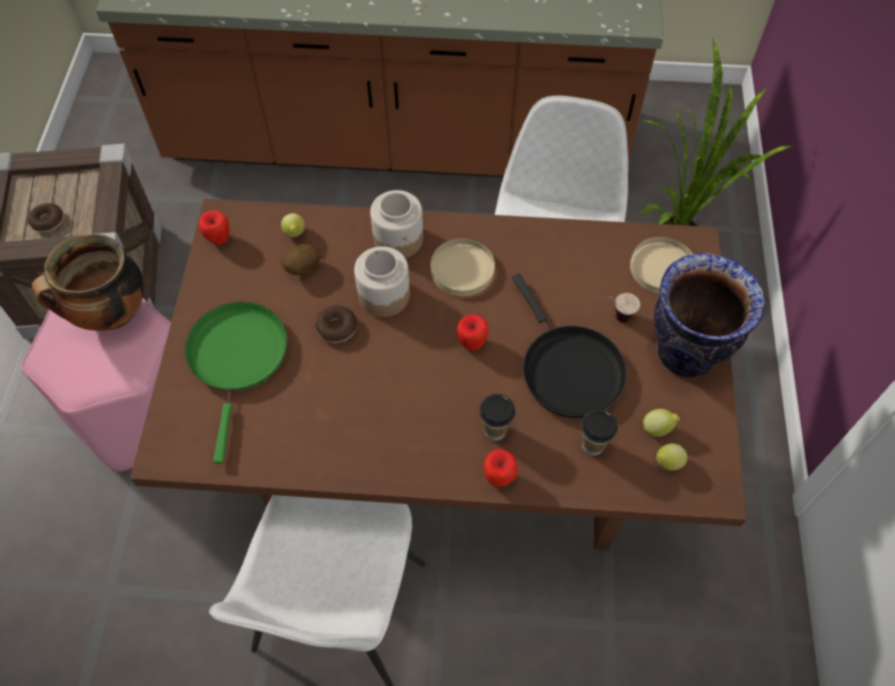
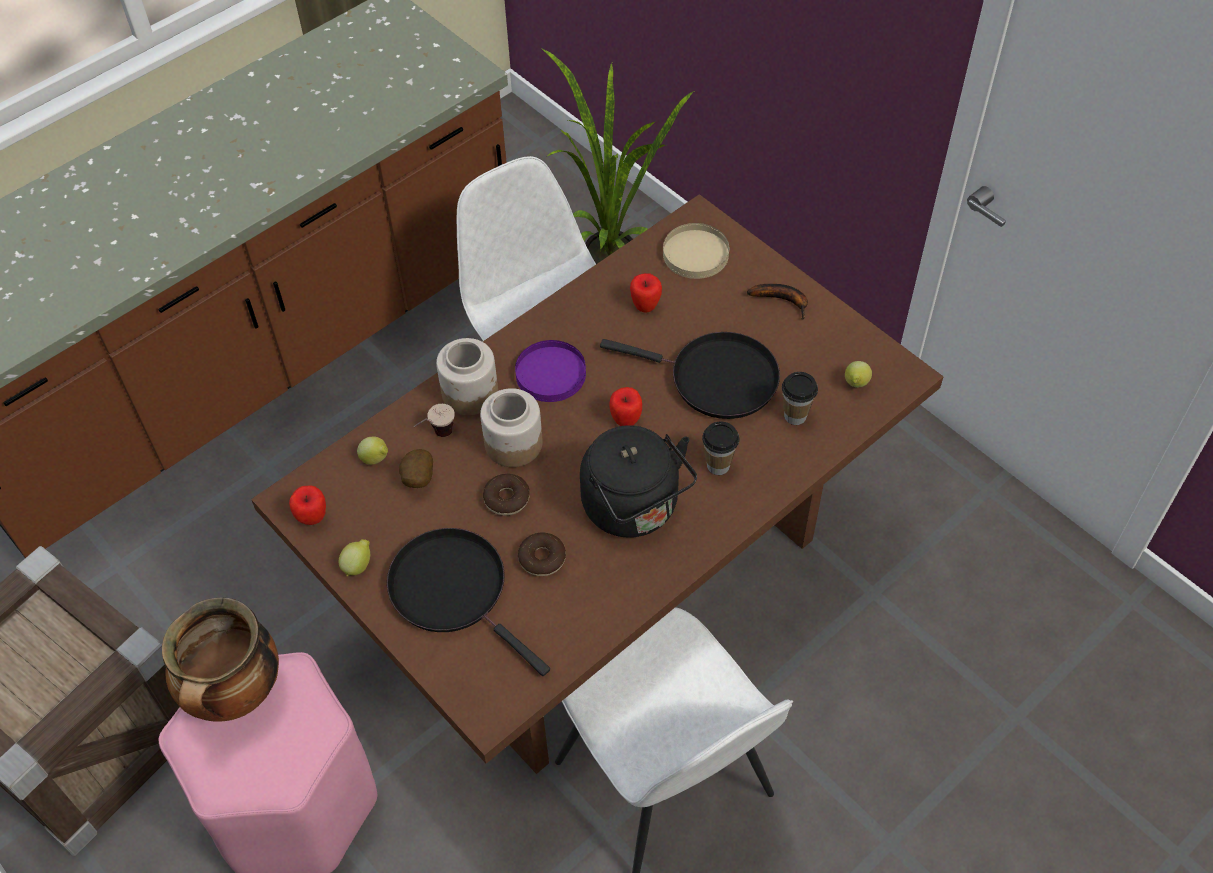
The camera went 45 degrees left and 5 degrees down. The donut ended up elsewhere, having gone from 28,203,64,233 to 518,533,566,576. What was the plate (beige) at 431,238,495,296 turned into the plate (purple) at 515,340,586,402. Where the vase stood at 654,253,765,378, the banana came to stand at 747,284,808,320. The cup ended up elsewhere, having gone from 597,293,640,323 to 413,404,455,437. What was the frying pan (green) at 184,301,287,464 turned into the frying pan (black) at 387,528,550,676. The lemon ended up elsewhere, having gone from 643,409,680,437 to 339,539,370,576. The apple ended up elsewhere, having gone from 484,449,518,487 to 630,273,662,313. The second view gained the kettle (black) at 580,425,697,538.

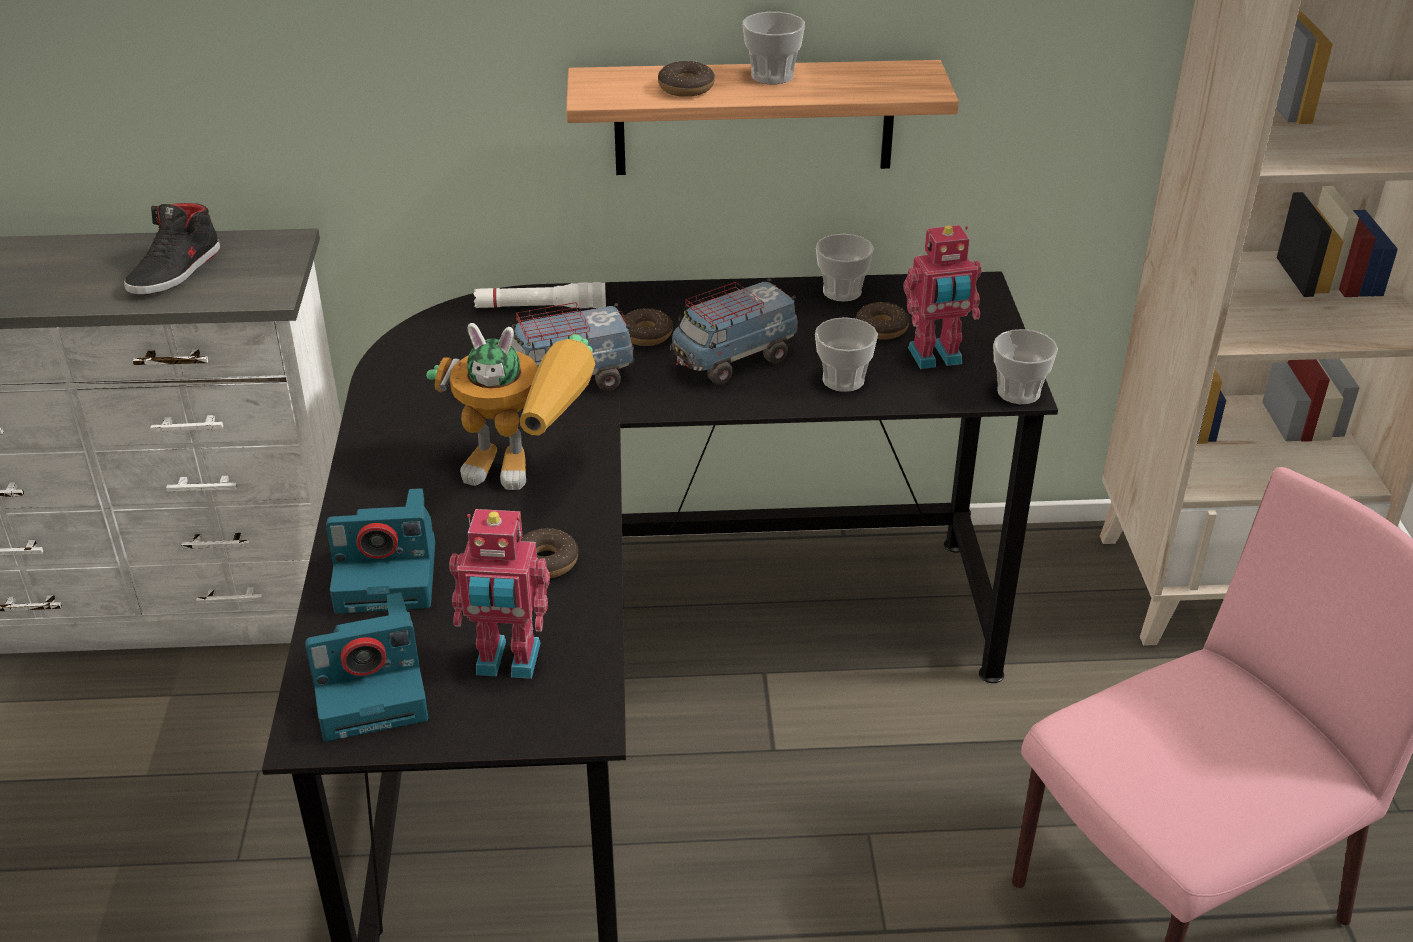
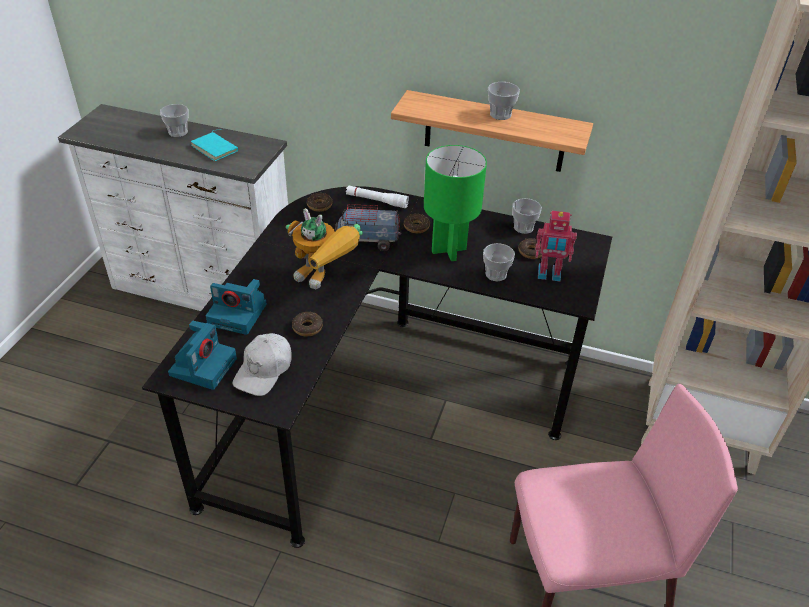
The camera went 20 degrees right and 5 degrees up. The donut ended up elsewhere, having gone from 658,61,715,97 to 307,193,333,212. Where the shoe (black) stood at 124,203,220,295, the book (turquoise) came to stand at 191,130,238,161. Where the toy truck stood at 670,278,798,385, the table lamp (green) came to stand at 424,145,487,261. The cup ended up elsewhere, having gone from 993,329,1058,404 to 160,104,189,137. Where the toy robot stood at 449,509,550,679, the cap (white) came to stand at 232,333,292,396. The photo camera at 305,592,428,741 ended up facing another way, 75 degrees counterclockwise from before.

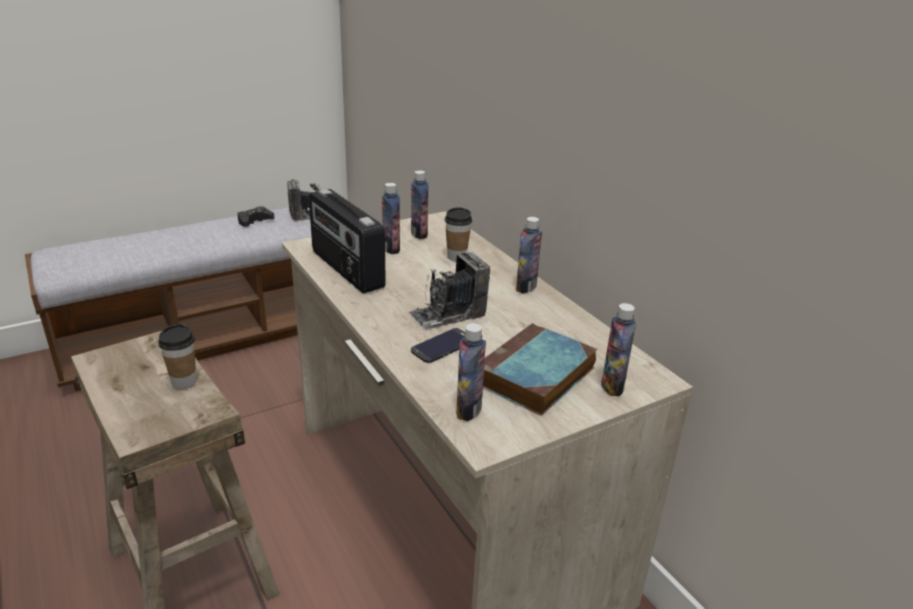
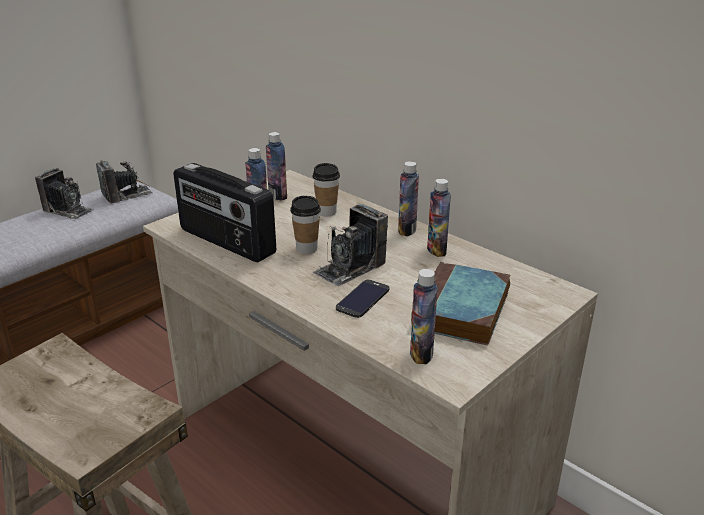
The camera went 15 degrees left and 0 degrees up. Where the game controller (black) stood at 237,206,274,227, the photo camera came to stand at 35,168,93,220. The bottle ended up elsewhere, having gone from 601,303,636,396 to 427,179,451,257. The cup ended up elsewhere, having gone from 158,324,196,389 to 290,196,321,254.

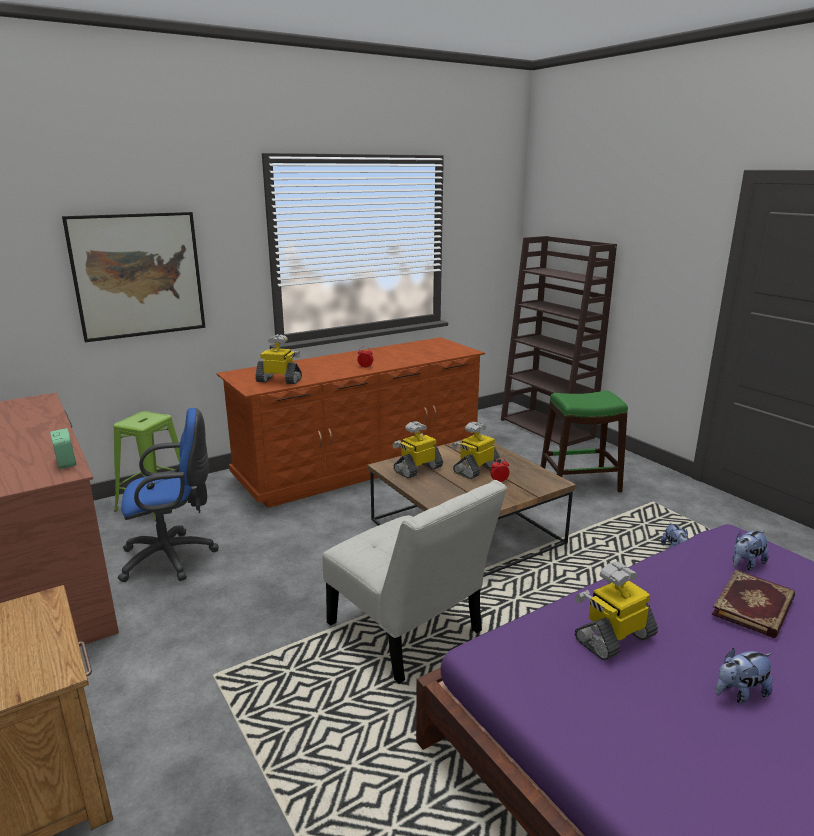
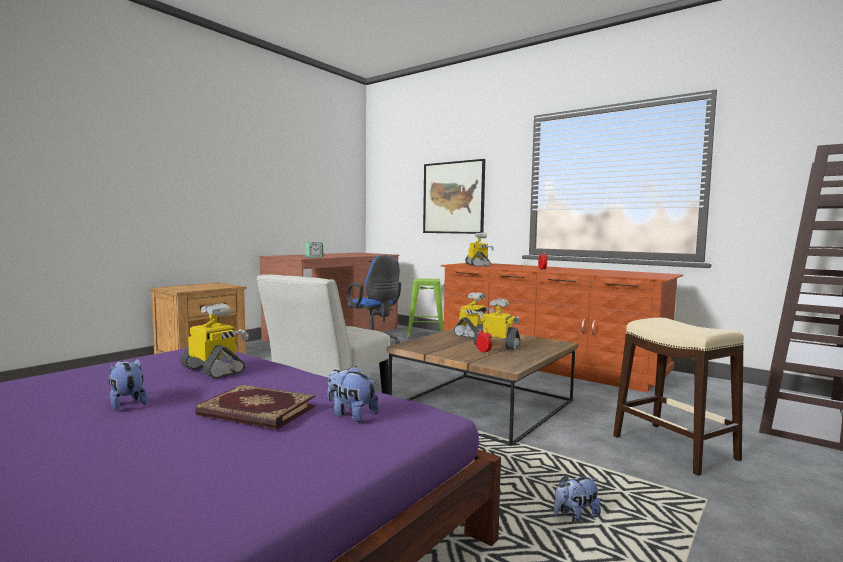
The camera went 70 degrees right and 15 degrees down. What was the stool (green) at 541,391,628,492 turned into the stool (beige) at 613,318,744,476. The toy robot at 393,421,443,478 ended up facing another way, 90 degrees clockwise from before.

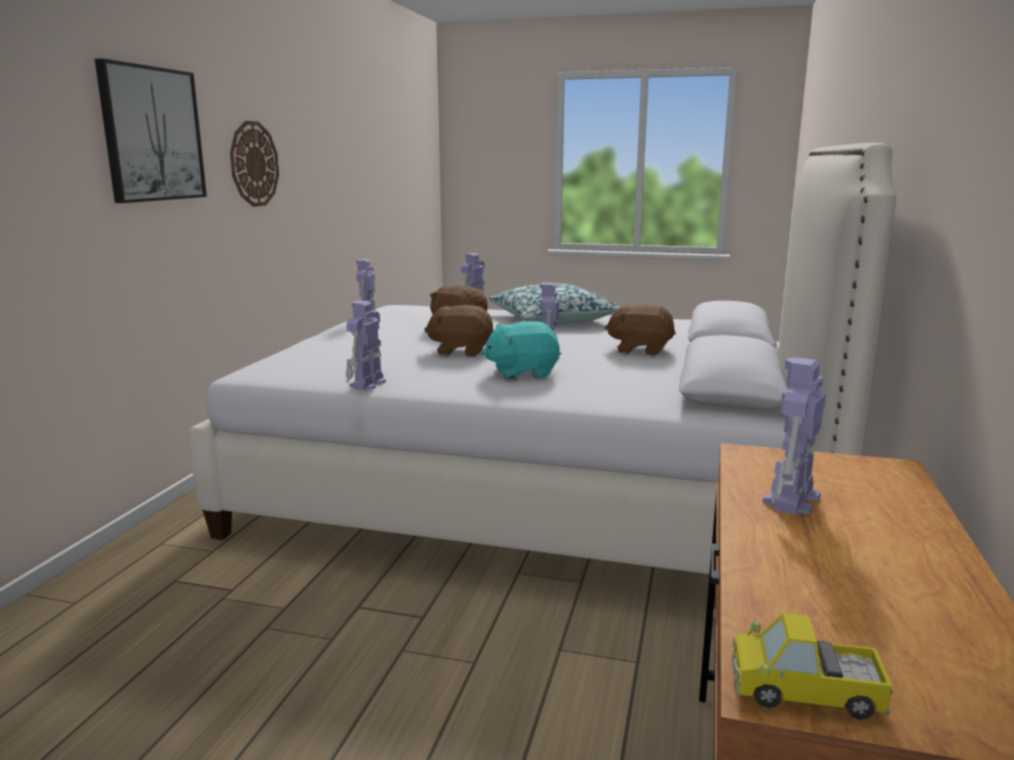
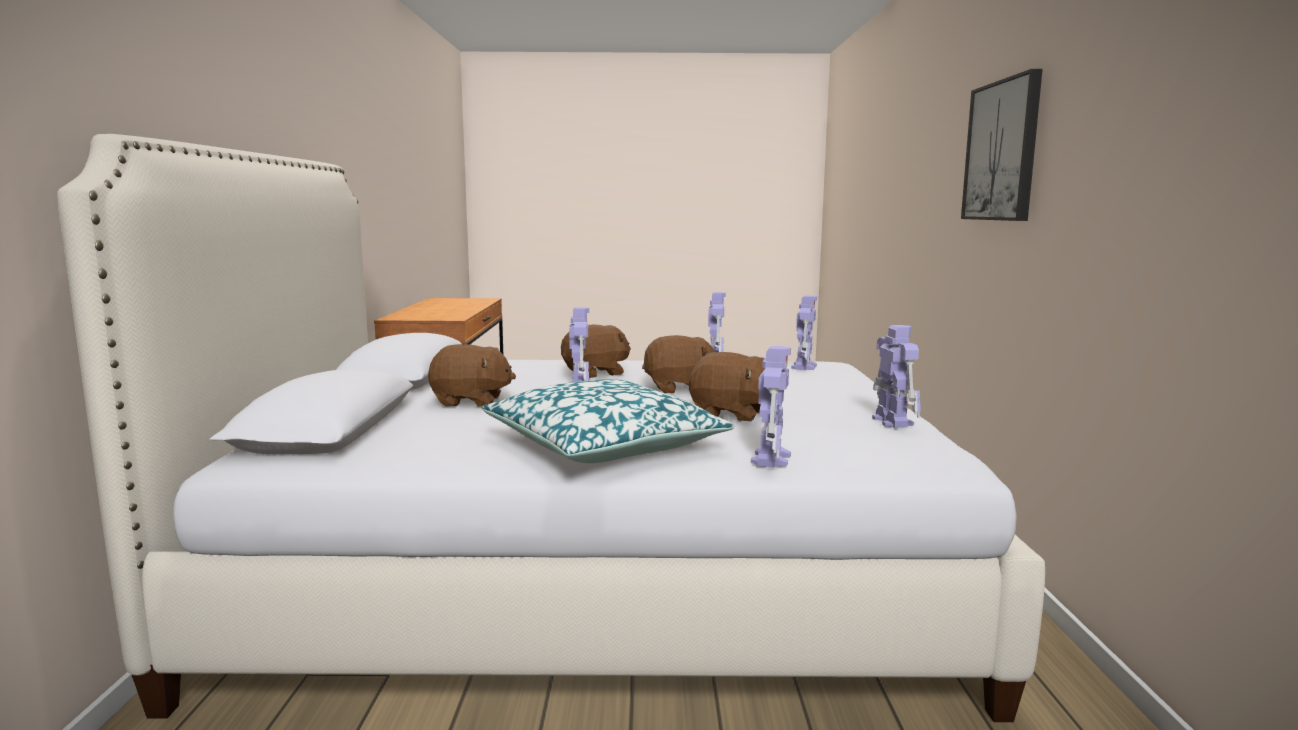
The camera went 165 degrees right and 5 degrees down. The second view lost the wall clock at 230,121,279,207. What was the plush toy (turquoise) at 481,321,560,379 turned into the plush toy (brown) at 561,324,631,378. The toy robot ended up elsewhere, having gone from 763,358,826,515 to 791,295,817,370. The second view lost the toy truck at 732,613,894,720.

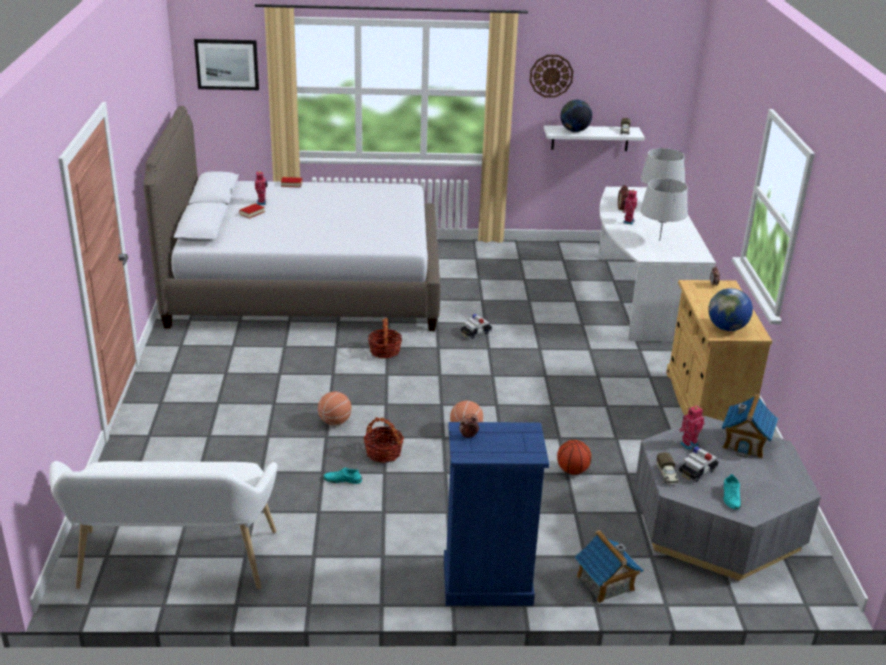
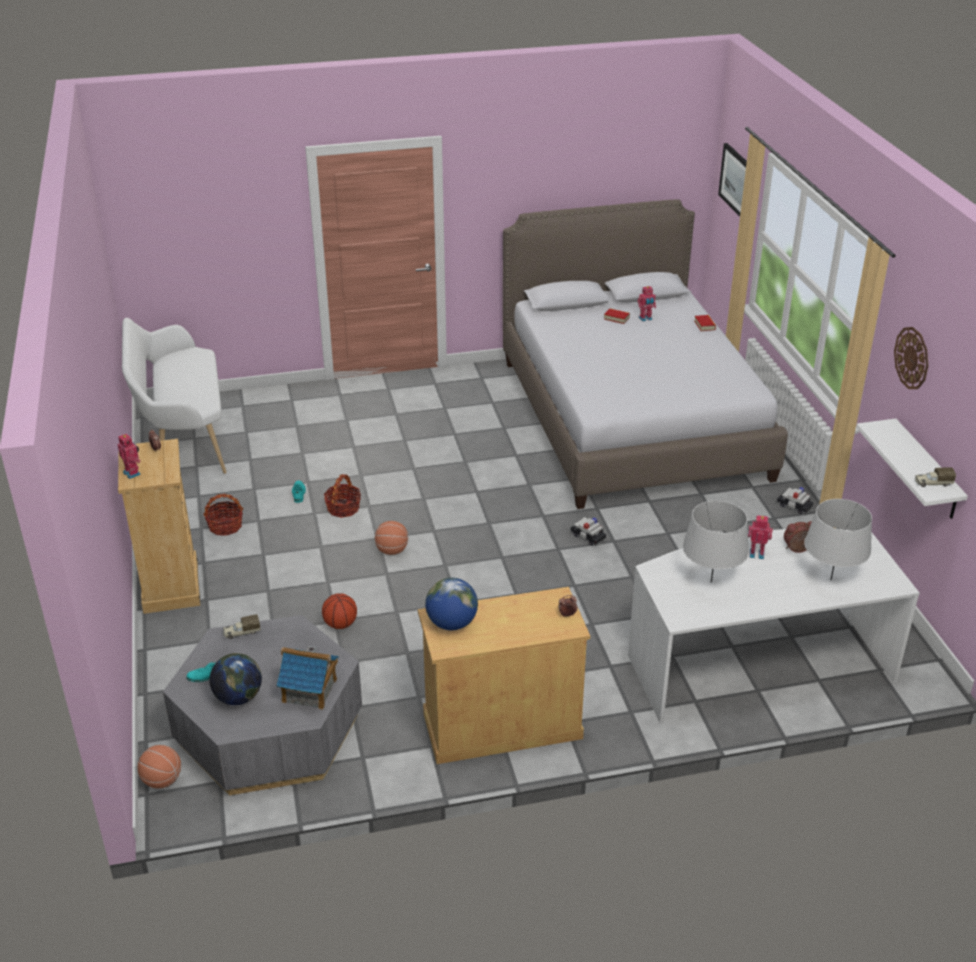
The camera went 80 degrees right and 5 degrees up. The globe ended up elsewhere, having gone from 560,100,592,132 to 209,653,262,705. The basket ended up elsewhere, having gone from 368,318,402,359 to 204,494,243,536. The basketball ended up elsewhere, having gone from 318,392,352,425 to 137,745,181,789. The toy robot ended up elsewhere, having gone from 679,406,705,450 to 118,433,141,479. What was the dresser (blue) at 444,422,549,606 turned into the dresser (beige) at 118,439,200,614. The toy car ended up elsewhere, having gone from 679,446,719,482 to 777,487,813,514. The second view lost the toy house at 575,530,643,603.

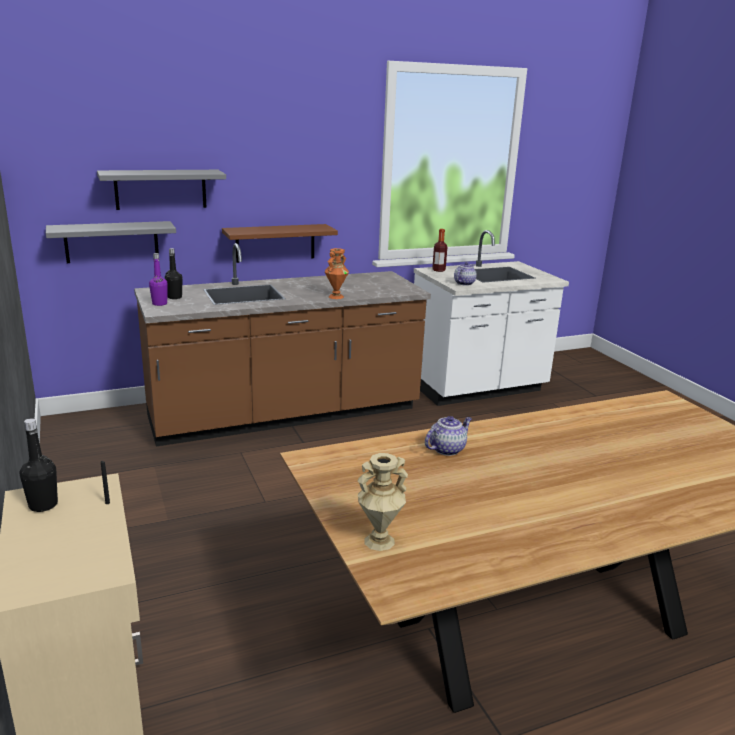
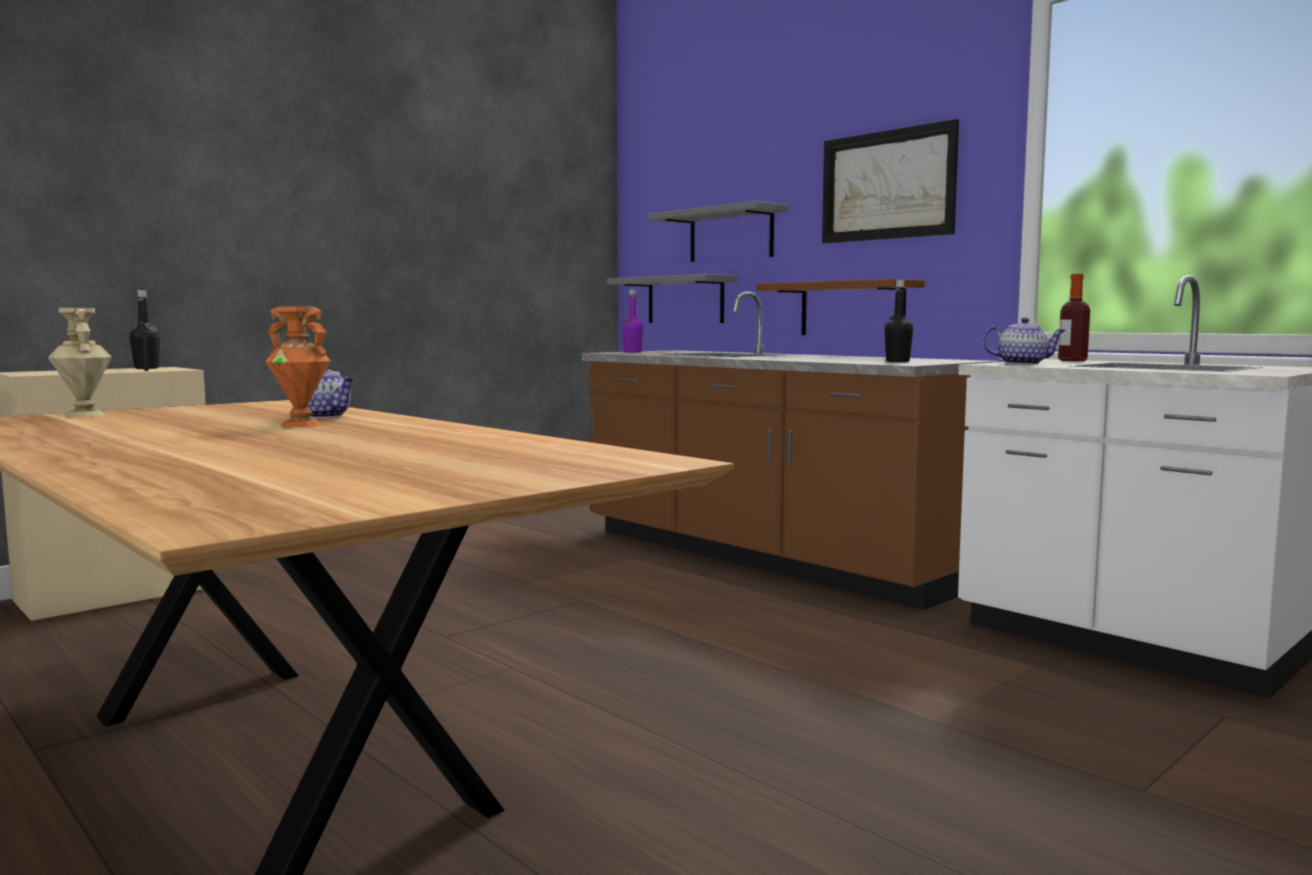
The camera went 70 degrees right and 15 degrees down. The bottle (black) ended up elsewhere, having gone from 165,248,183,299 to 884,280,913,362. The vase (orange) ended up elsewhere, having gone from 325,248,349,299 to 265,306,331,427. The second view gained the picture at 822,119,959,244.

